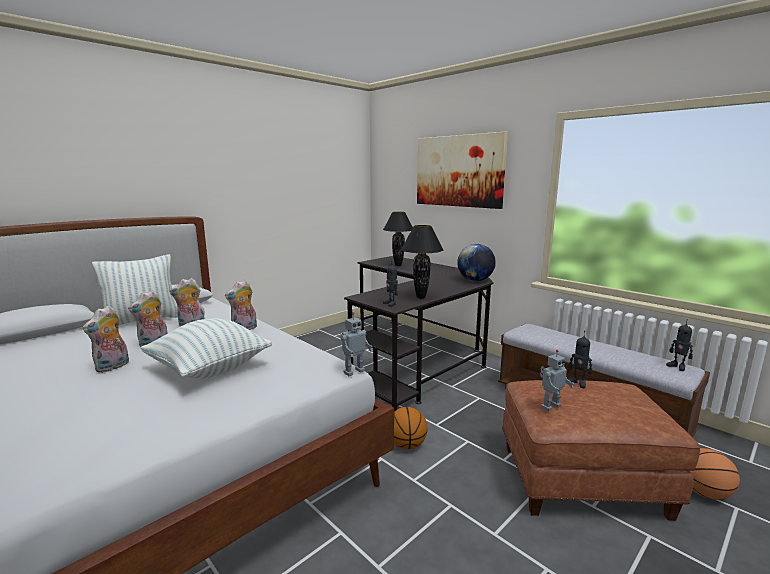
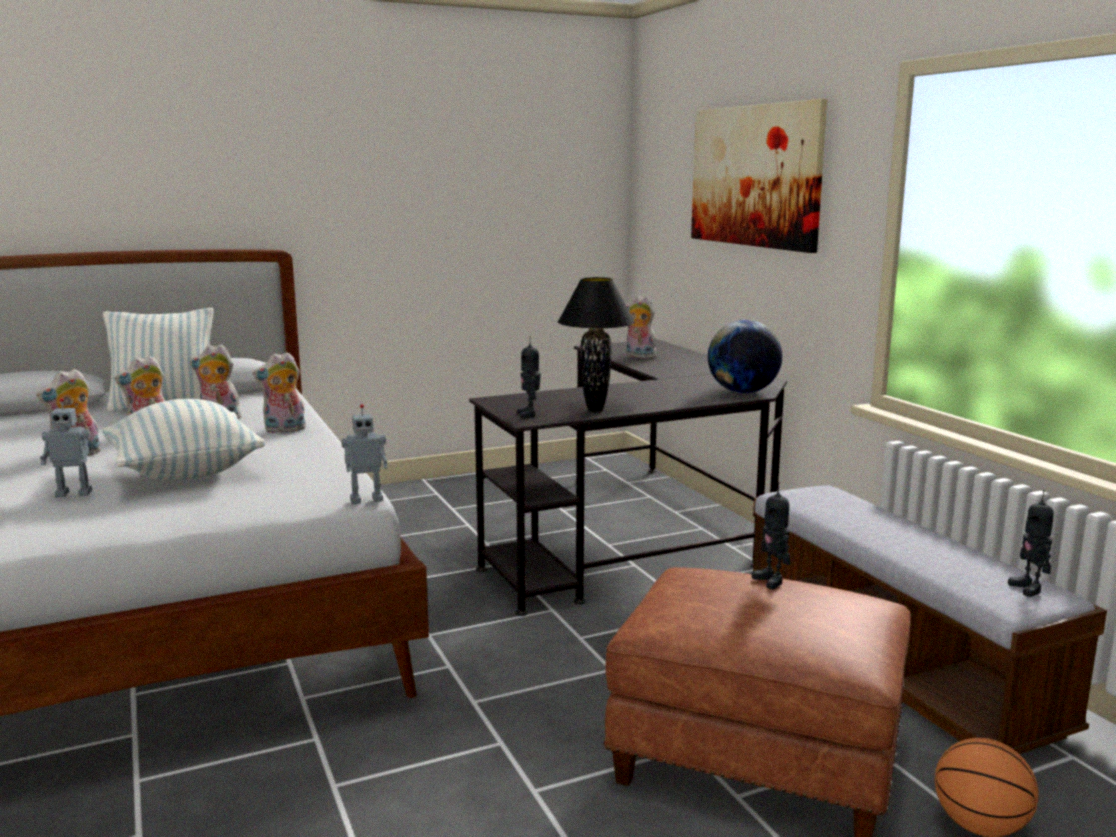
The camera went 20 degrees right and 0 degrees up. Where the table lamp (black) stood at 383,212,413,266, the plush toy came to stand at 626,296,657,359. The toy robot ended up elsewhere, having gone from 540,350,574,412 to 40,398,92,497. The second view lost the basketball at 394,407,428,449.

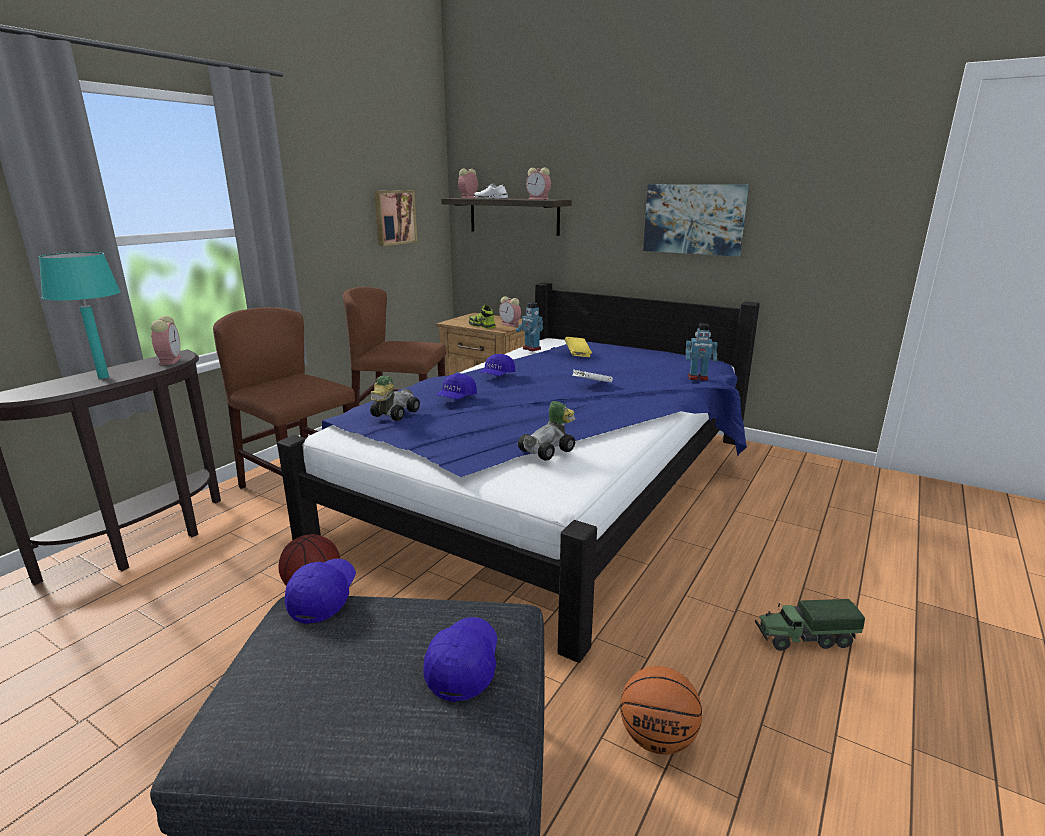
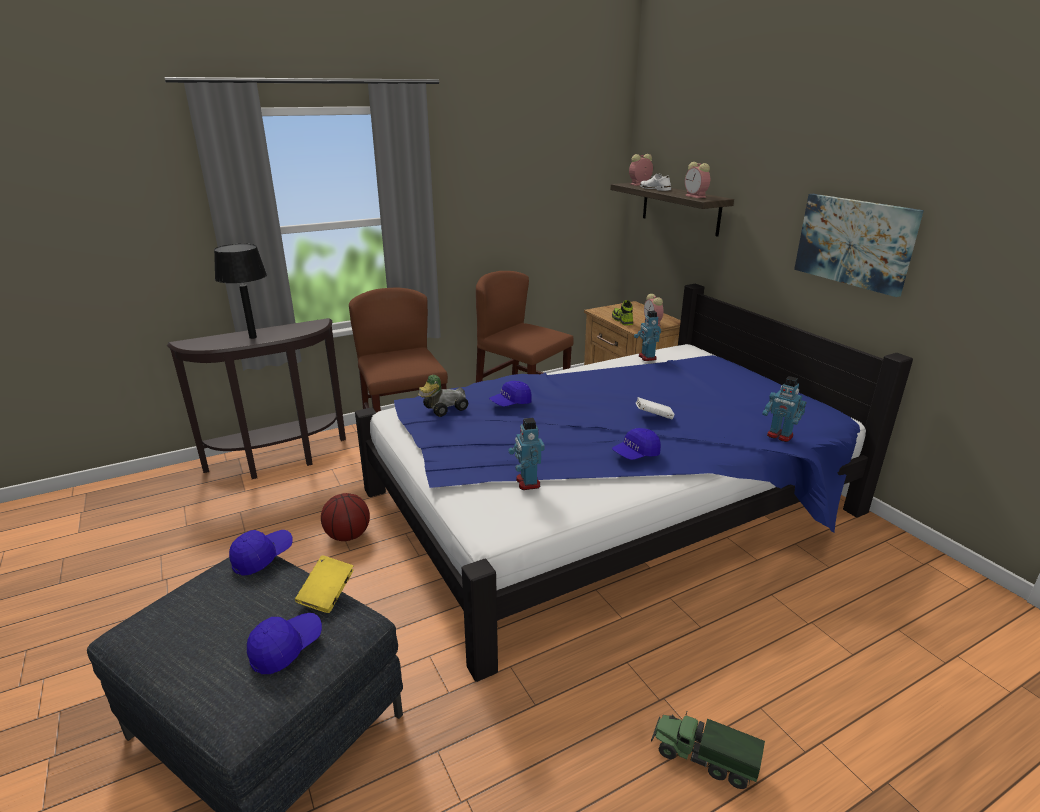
The camera went 30 degrees right and 5 degrees up. The second view lost the picture at 374,190,417,246. What was the table lamp (turquoise) at 39,252,121,379 turned into the table lamp (black) at 214,244,267,339. The second view lost the alarm clock at 151,316,181,365. The book (yellow) ended up elsewhere, having gone from 565,337,592,357 to 295,555,354,613. The cap (blue) ended up elsewhere, having gone from 479,354,515,376 to 612,428,661,460. Where the toy car stood at 518,401,576,461, the toy robot came to stand at 508,418,544,490. The second view lost the basketball at 620,666,702,755.

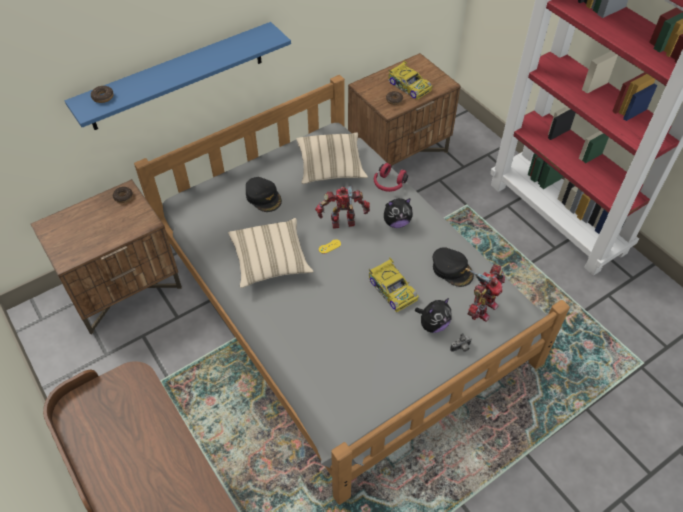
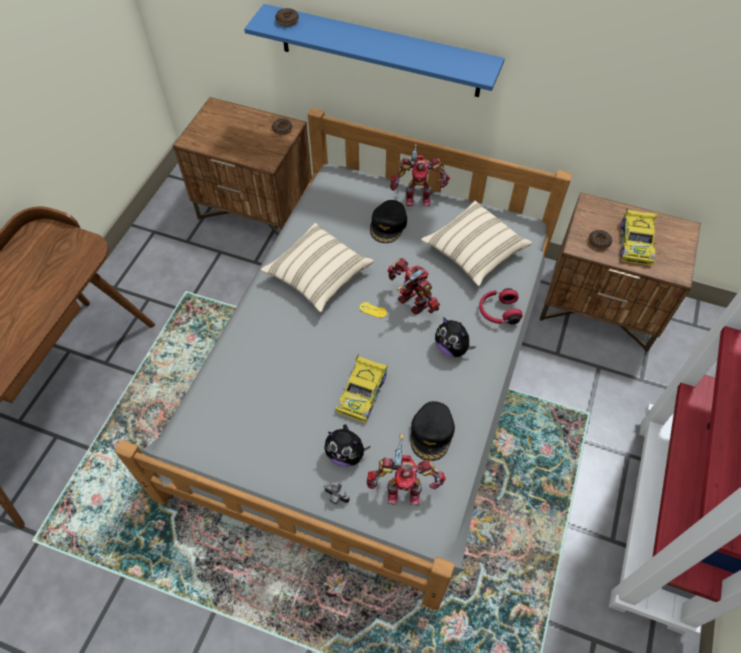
The camera went 55 degrees right and 5 degrees up. The second view gained the toy robot at 390,144,450,206.

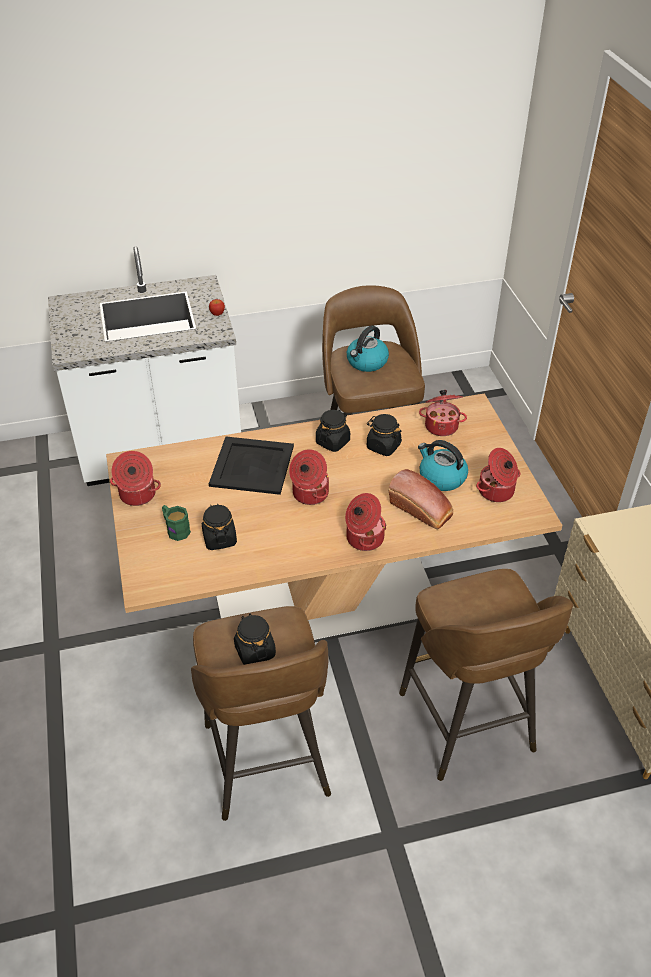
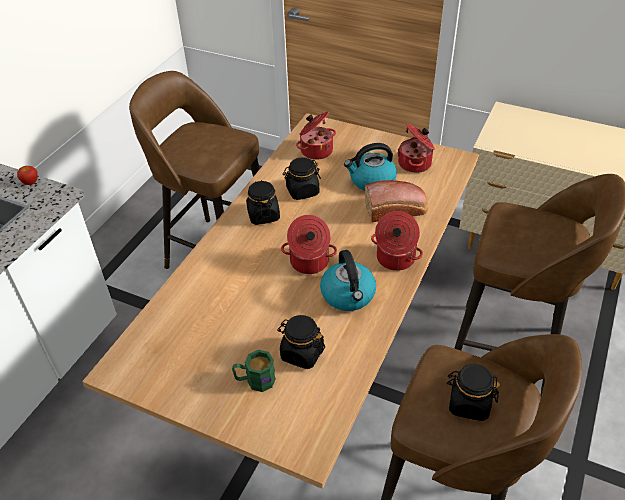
The camera went 50 degrees left and 0 degrees up. The kettle ended up elsewhere, having gone from 347,325,389,372 to 320,250,376,311. The second view lost the tray (black) at 209,437,294,495. The second view lost the cooking pot at 110,451,161,506.

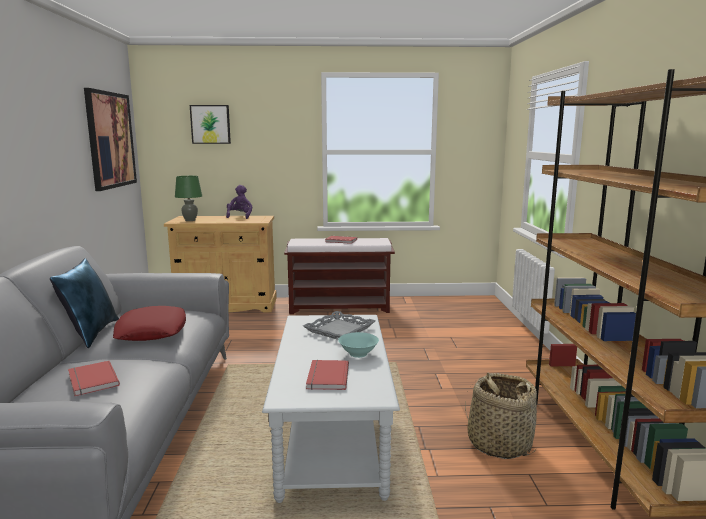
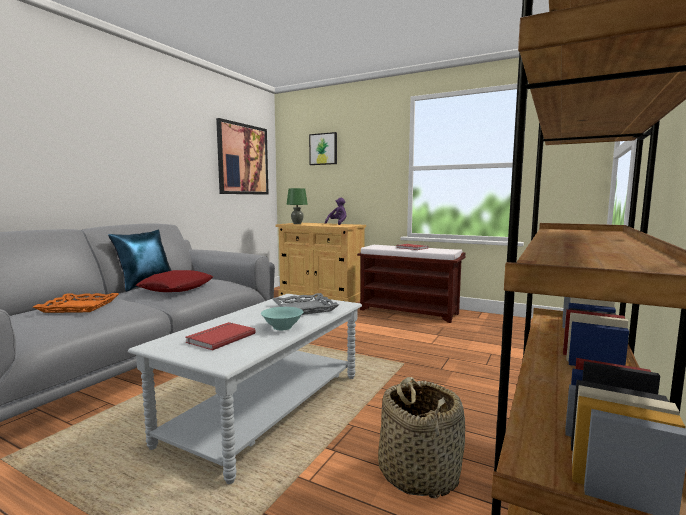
The camera went 30 degrees right and 5 degrees down. Where the book (red) stood at 68,361,120,396, the tray (orange) came to stand at 33,293,119,313.

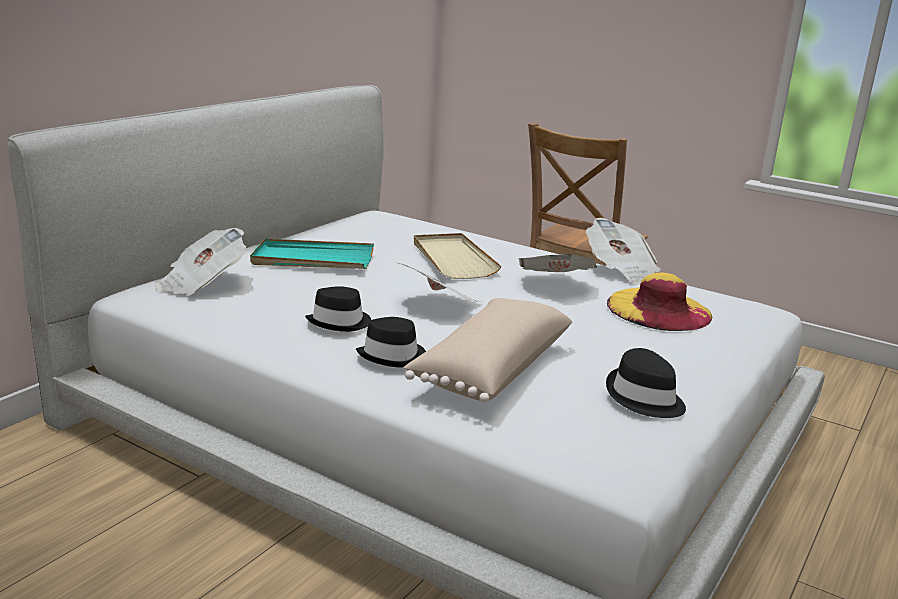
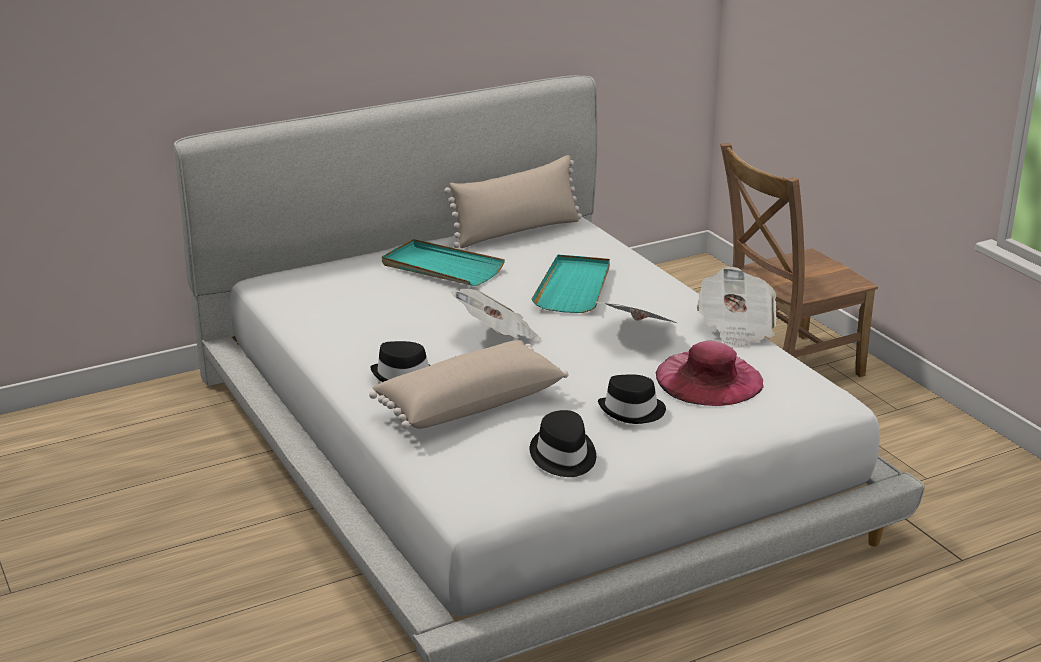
The camera went 30 degrees right and 5 degrees up. The second view lost the newspaper at 155,228,246,295. What was the tray (beige) at 414,233,501,279 turned into the tray (turquoise) at 532,255,610,313. What was the hat (yellow) at 607,273,713,331 turned into the hat (pink) at 656,341,764,406. The hat (black) ended up elsewhere, having gone from 305,286,371,332 to 598,375,666,424. The second view gained the pillow (beige) at 444,155,582,248.

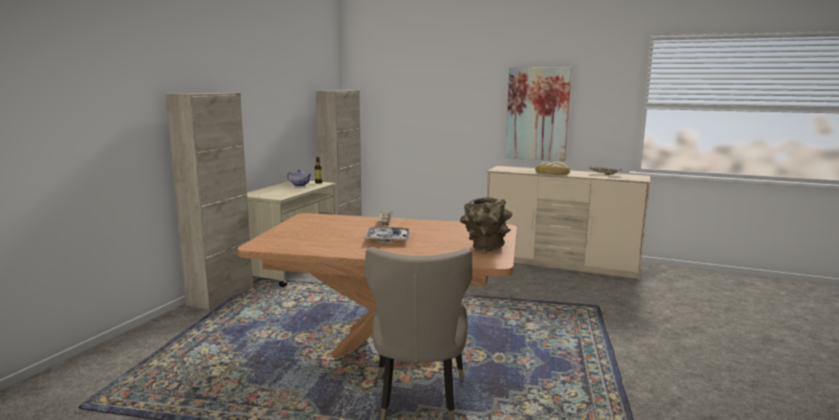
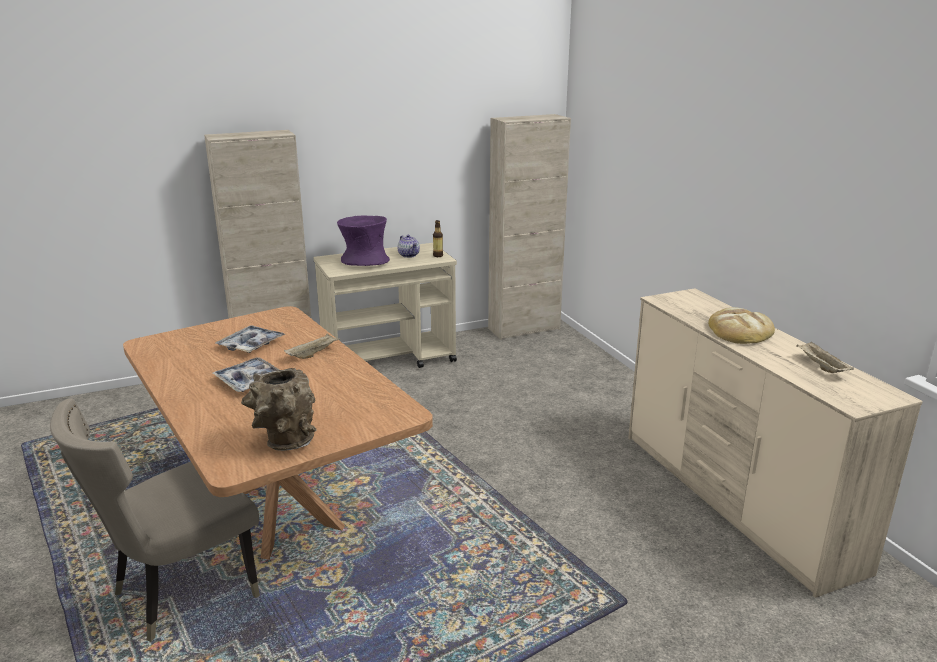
The camera went 45 degrees right and 10 degrees up. The second view lost the picture at 505,67,572,161. The second view gained the vase (purple) at 337,216,390,266. The second view gained the tray at 215,325,286,353.

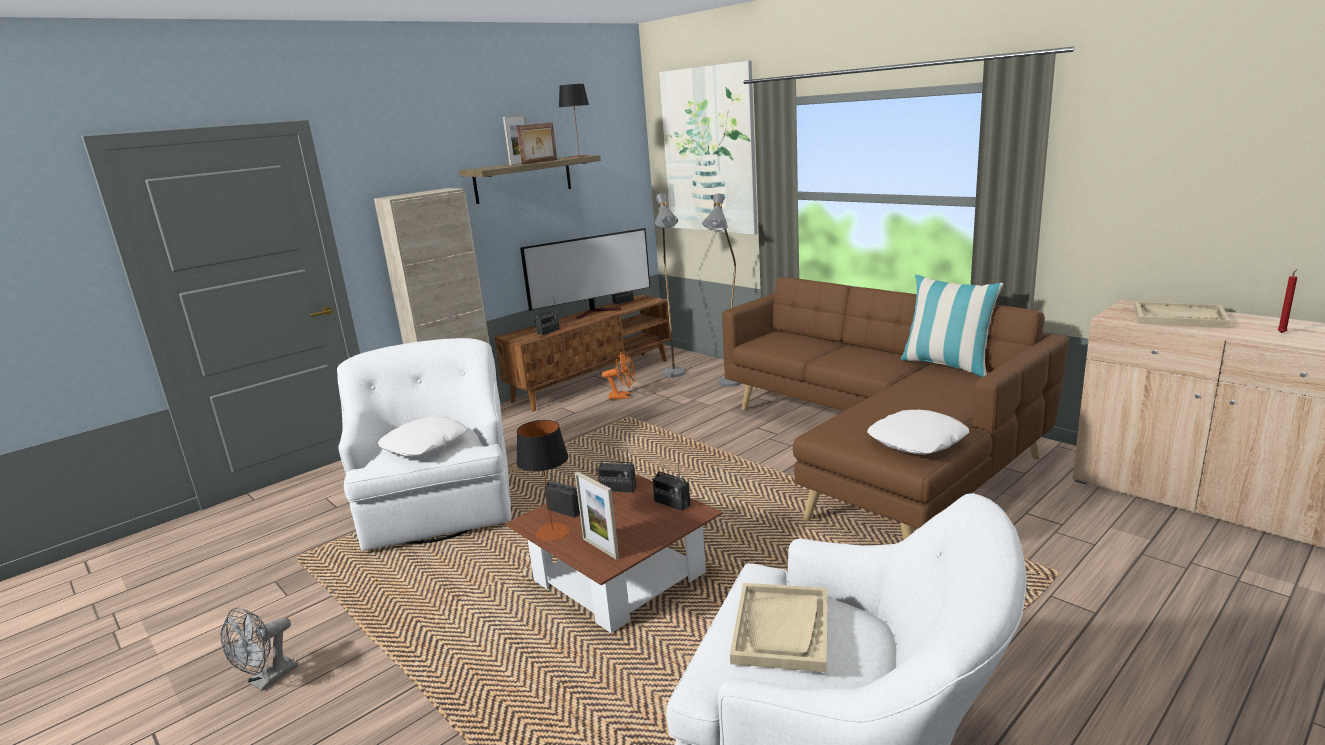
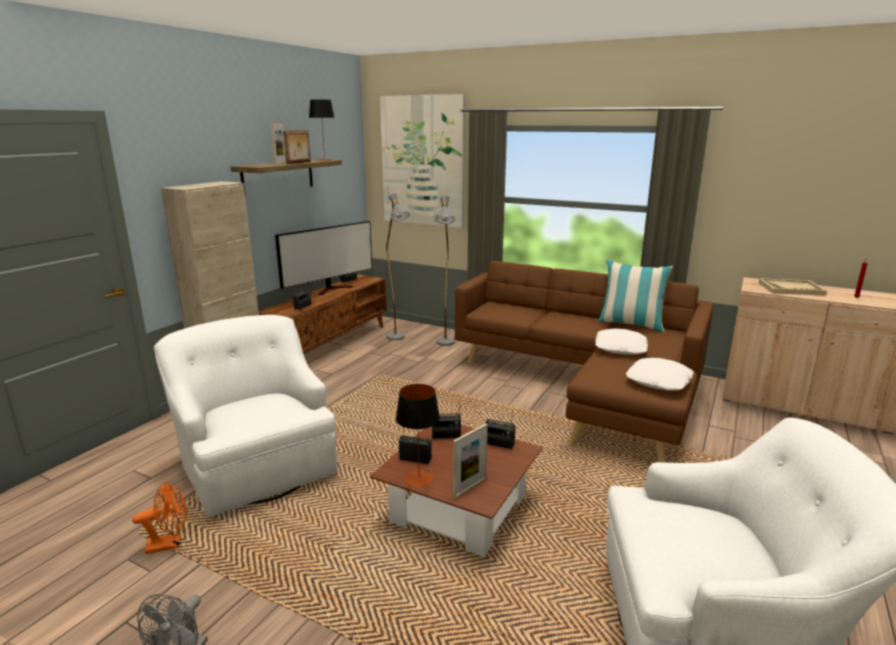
The camera went 20 degrees left and 0 degrees up. The fan (orange) ended up elsewhere, having gone from 602,352,635,400 to 132,482,187,554. The pillow (white) ended up elsewhere, having gone from 378,417,467,457 to 595,329,648,355. The picture frame at 575,471,619,560 ended up facing another way, 75 degrees counterclockwise from before. The second view lost the tray (beige) at 730,583,828,672.

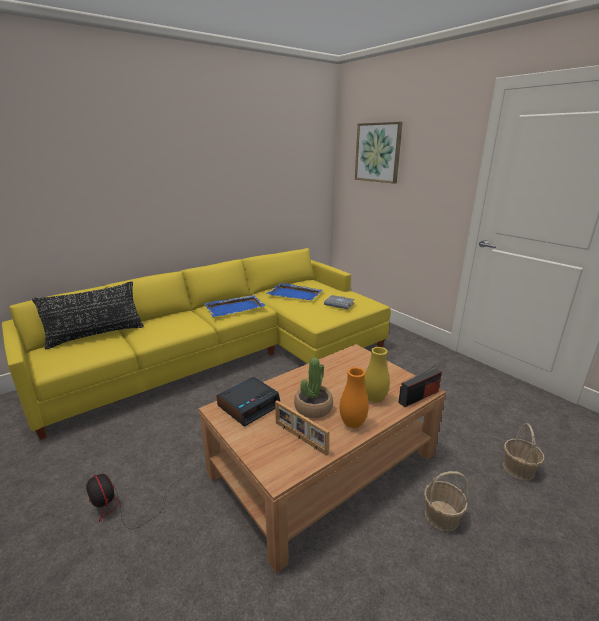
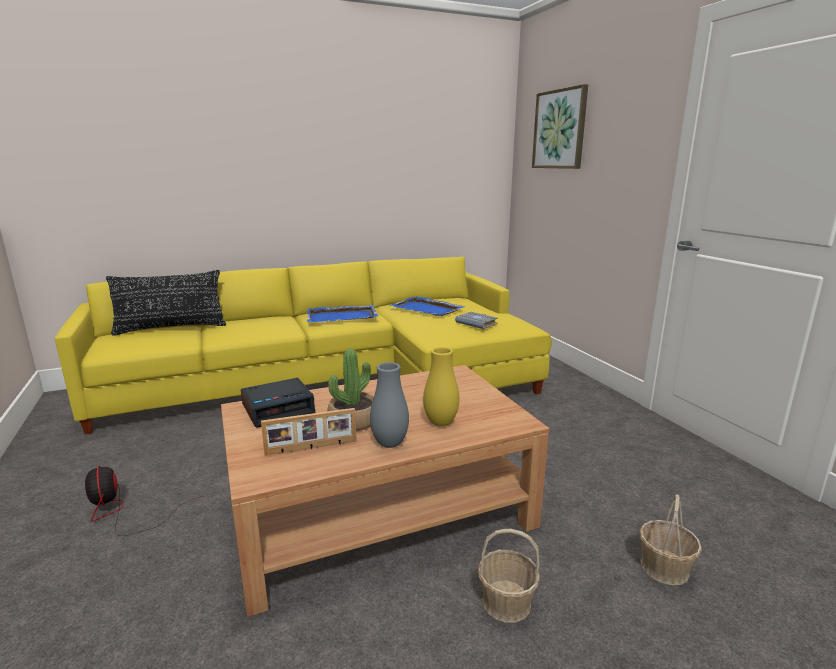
The camera went 15 degrees right and 5 degrees down. The second view lost the radio at 398,365,442,407. What was the vase (orange) at 340,367,369,428 turned into the vase (grey) at 370,362,409,448. The picture frame at 275,400,330,456 ended up facing another way, 75 degrees counterclockwise from before.

